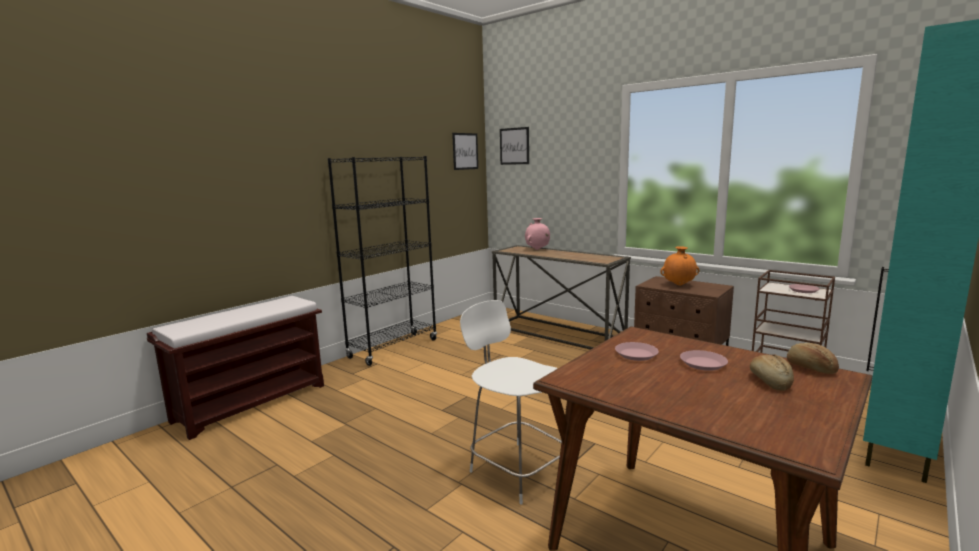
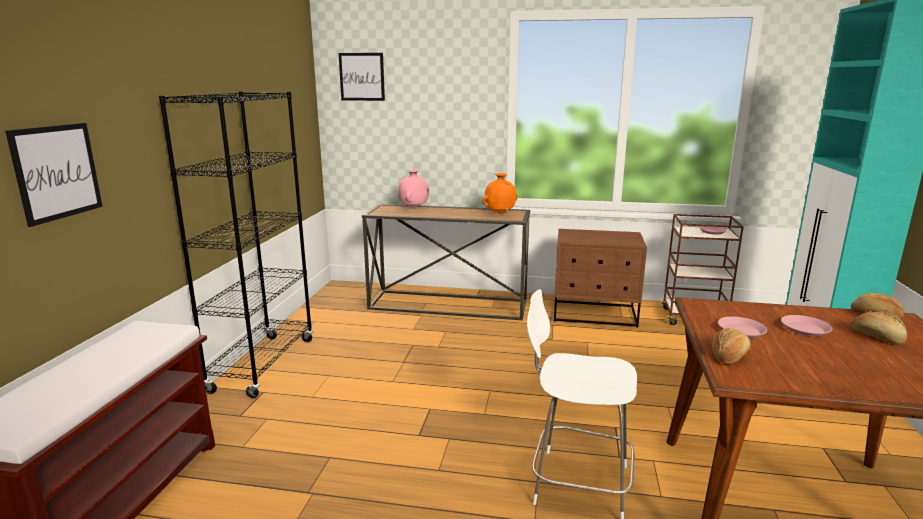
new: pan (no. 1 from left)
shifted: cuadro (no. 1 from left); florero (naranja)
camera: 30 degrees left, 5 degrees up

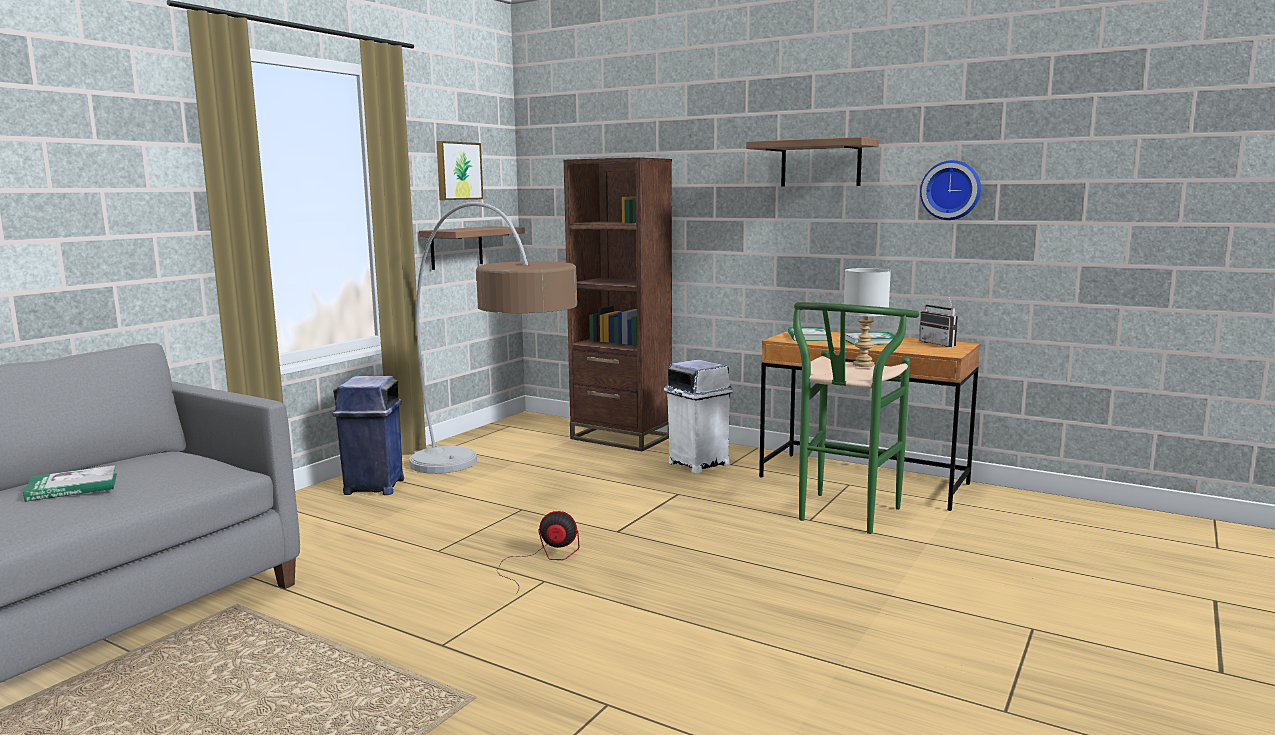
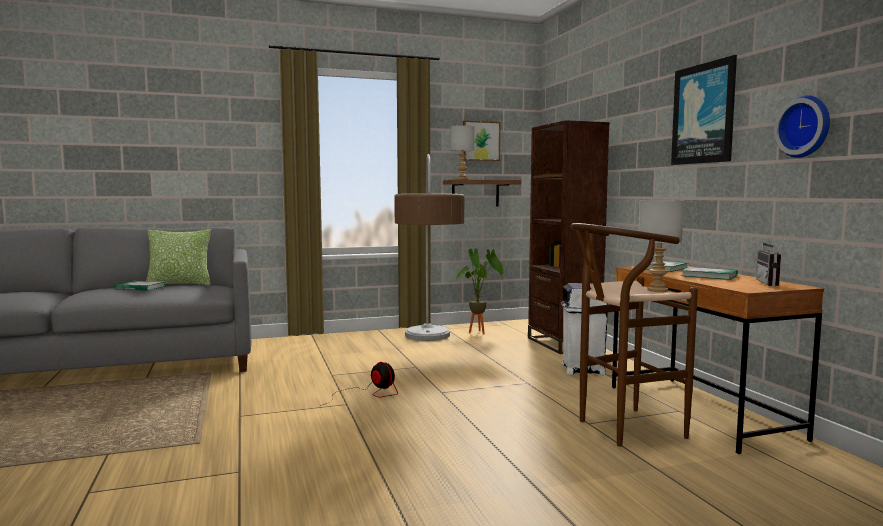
gone: papelera (azul)
new: cojín; lámpara de mesa (gris) (no. 1 from left); planta en maceta
swapped: estante (no. 2 from left) to cuadro (no. 2 from left)
repainted: taburete (verde) to taburete (marrón)
camera: 40 degrees right, 5 degrees down

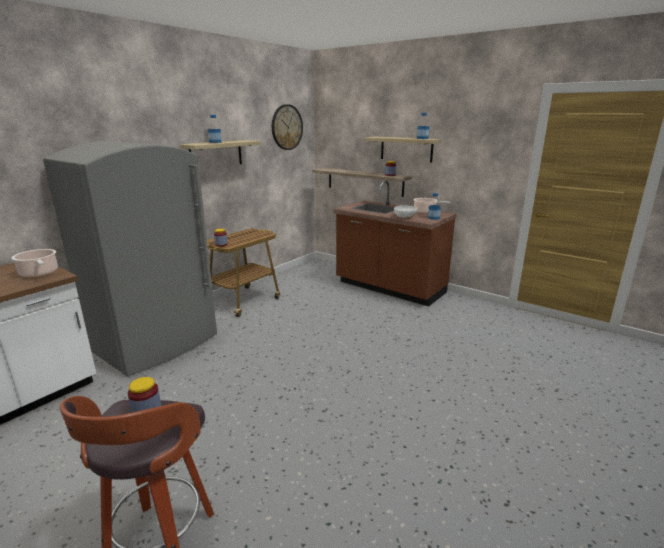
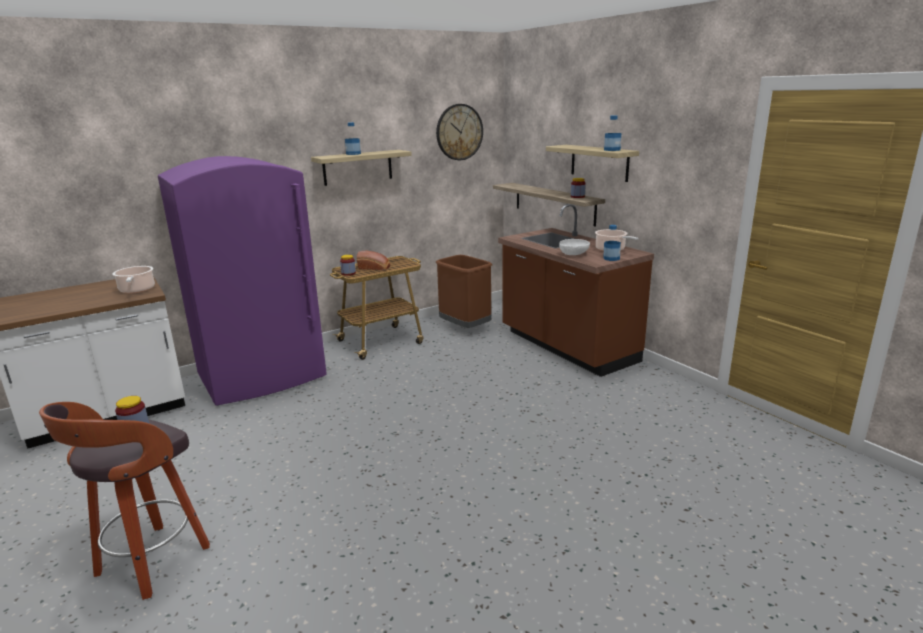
new: pan; papelera (marrón)
repainted: nevera (gris) to nevera (morado)
camera: 20 degrees right, 0 degrees up

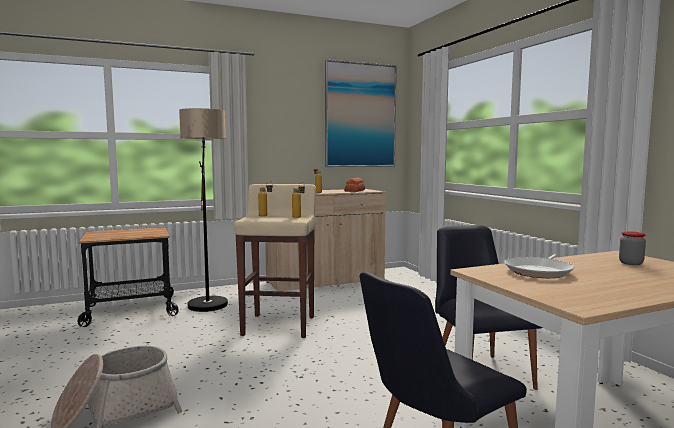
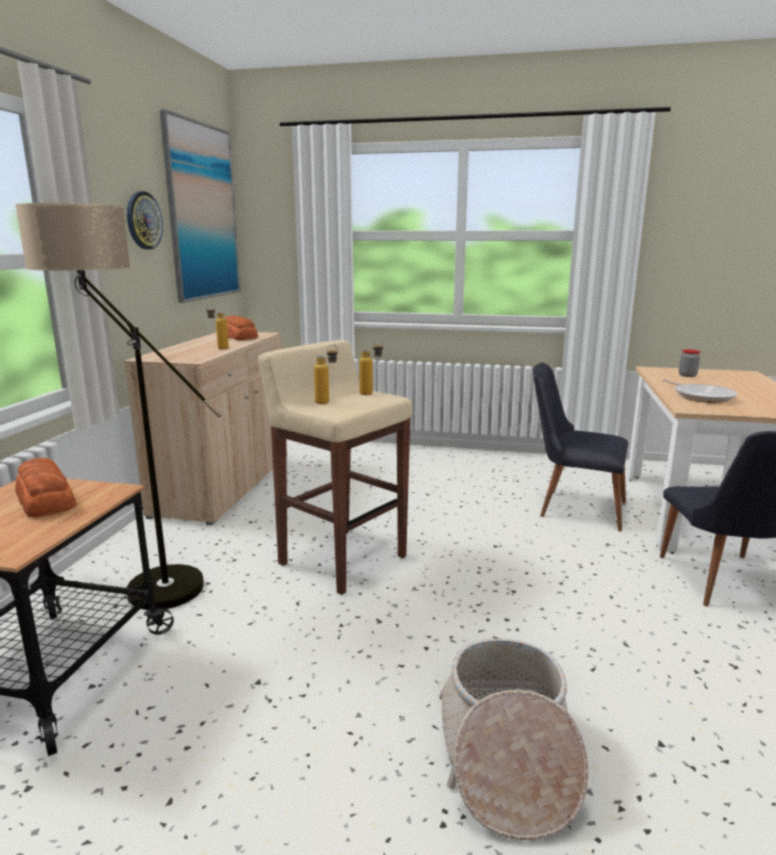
new: pan (no. 1 from left); reloj de pared
camera: 55 degrees left, 10 degrees up

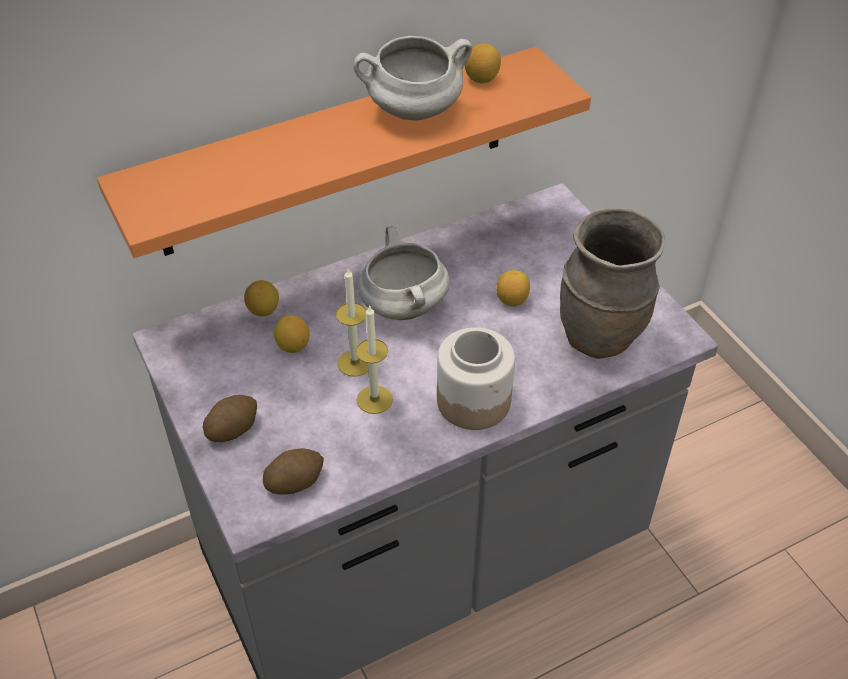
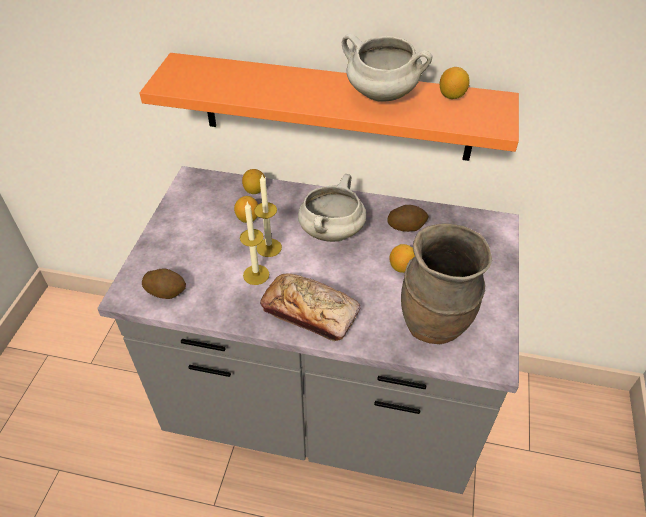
shifted: patata (no. 1 from left in the first image) to patata (no. 2 from left)
swapped: tarro to pan
camera: 40 degrees right, 0 degrees up

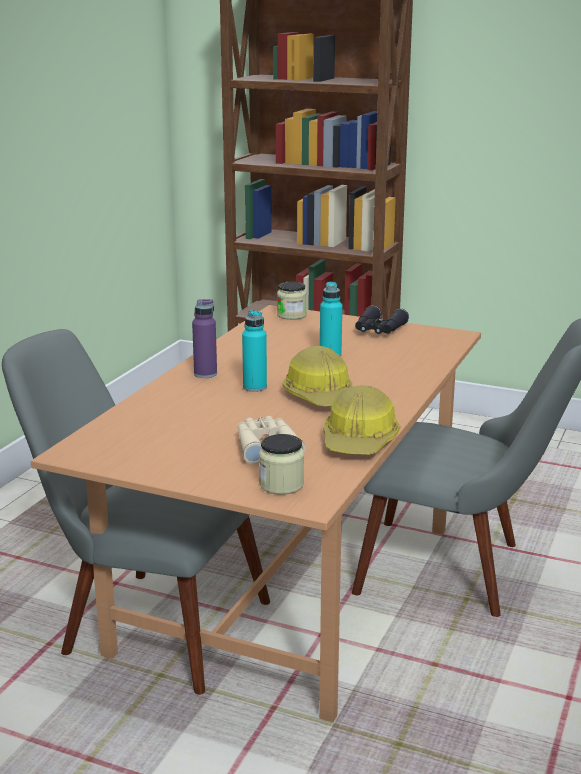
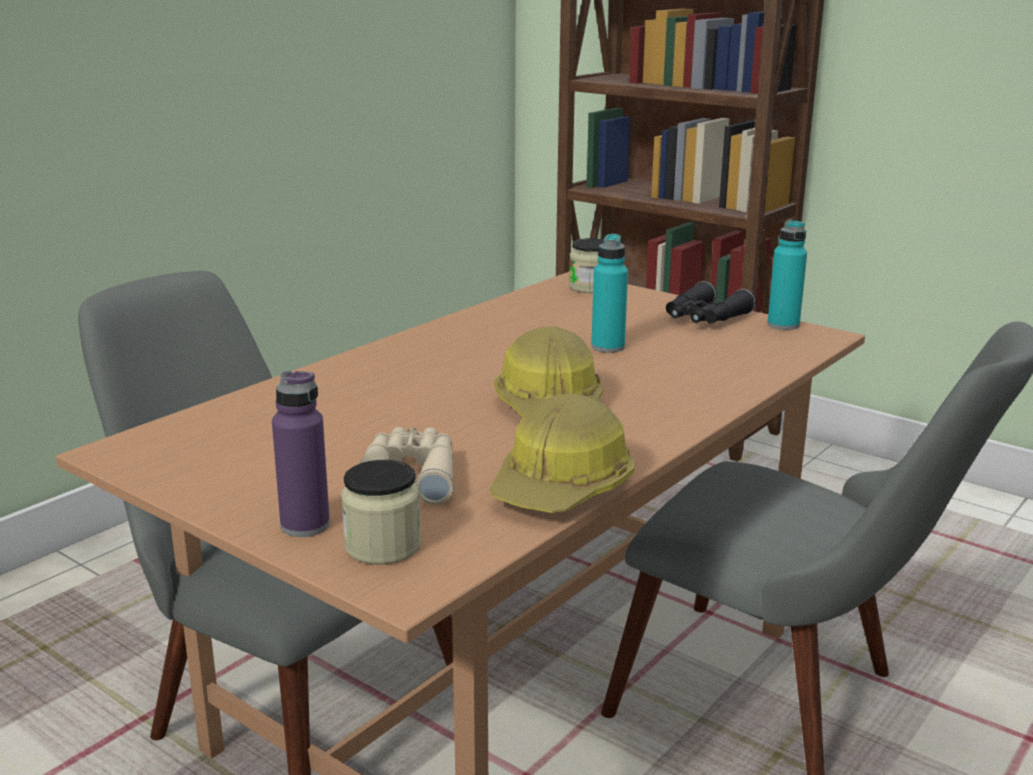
shifted: botella (morado); botella (turquesa) (no. 1 from left in the first image) to botella (turquesa) (no. 2 from left)
camera: 15 degrees right, 0 degrees up

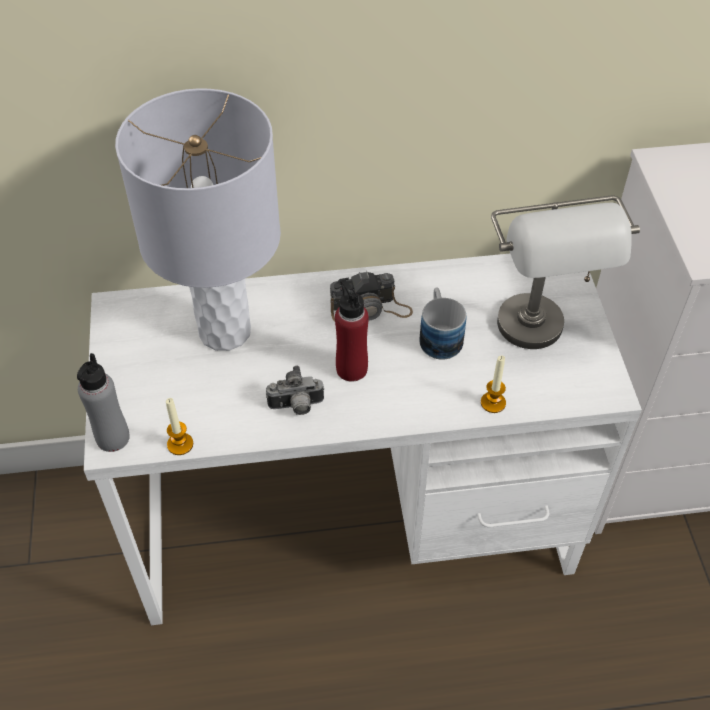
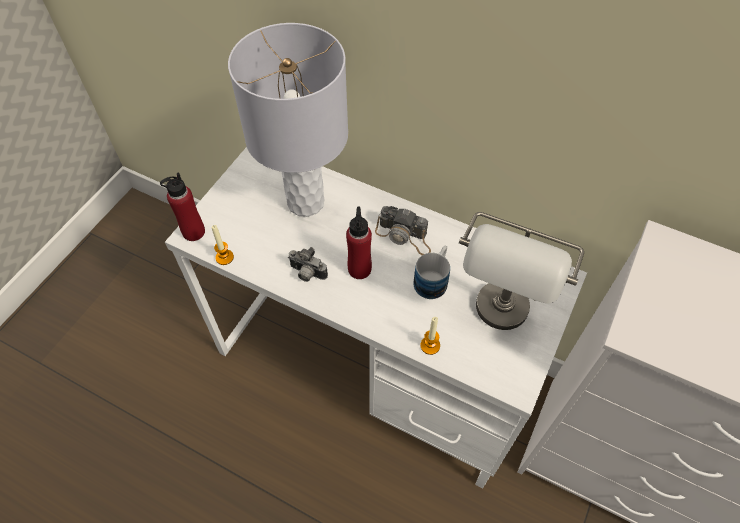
repainted: botella (gris) to botella (rojo) (no. 1 from left)
camera: 35 degrees right, 5 degrees up

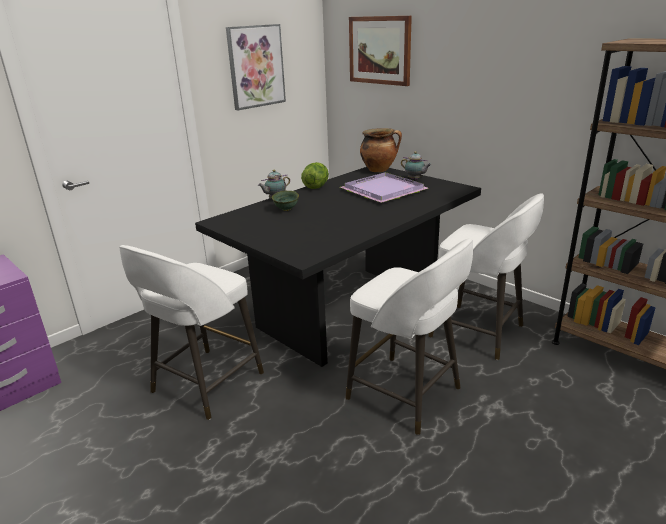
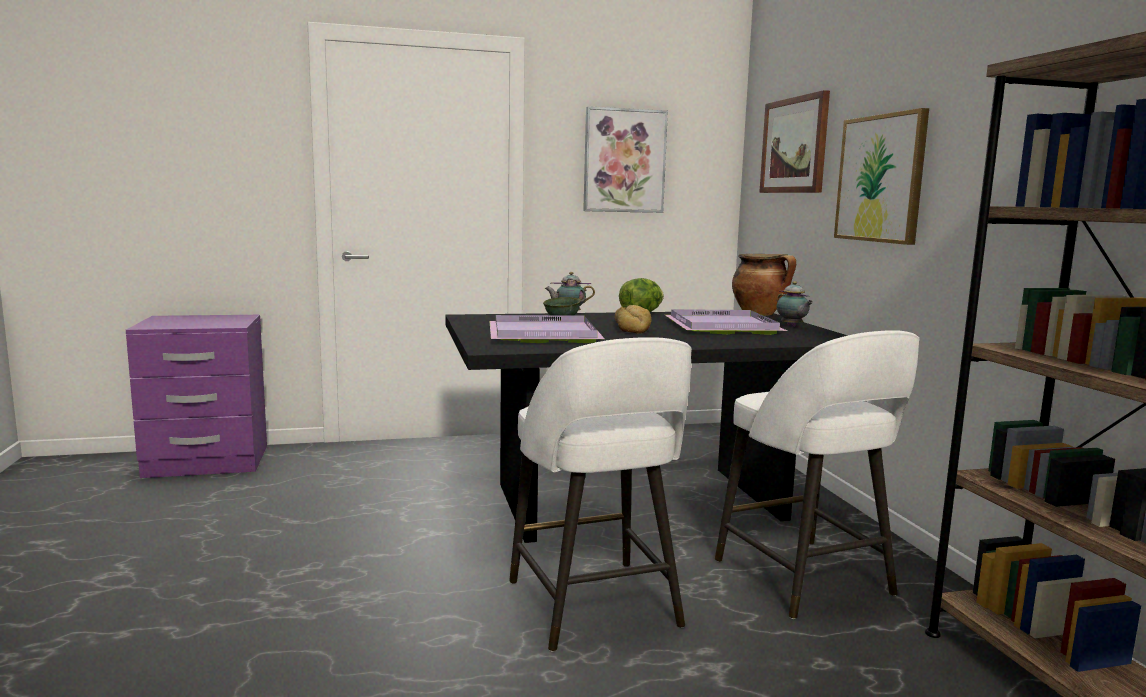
gone: taburete (blanco) (no. 1 from left)
new: bandeja (morado) (no. 1 from left); pan; cuadro (no. 3 from left)
camera: 30 degrees right, 15 degrees down

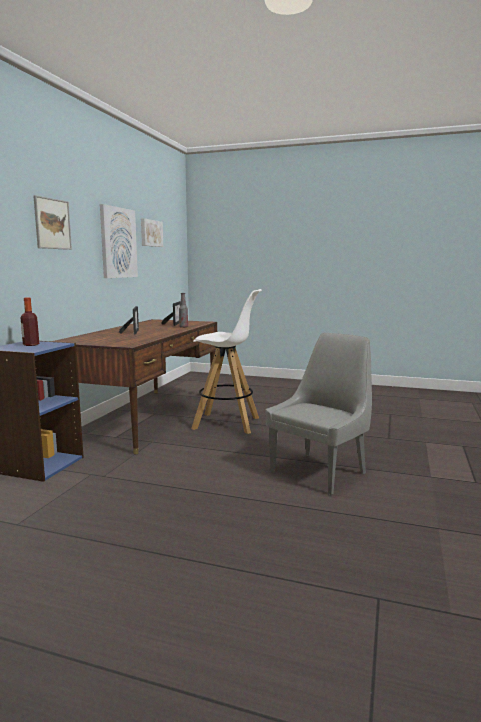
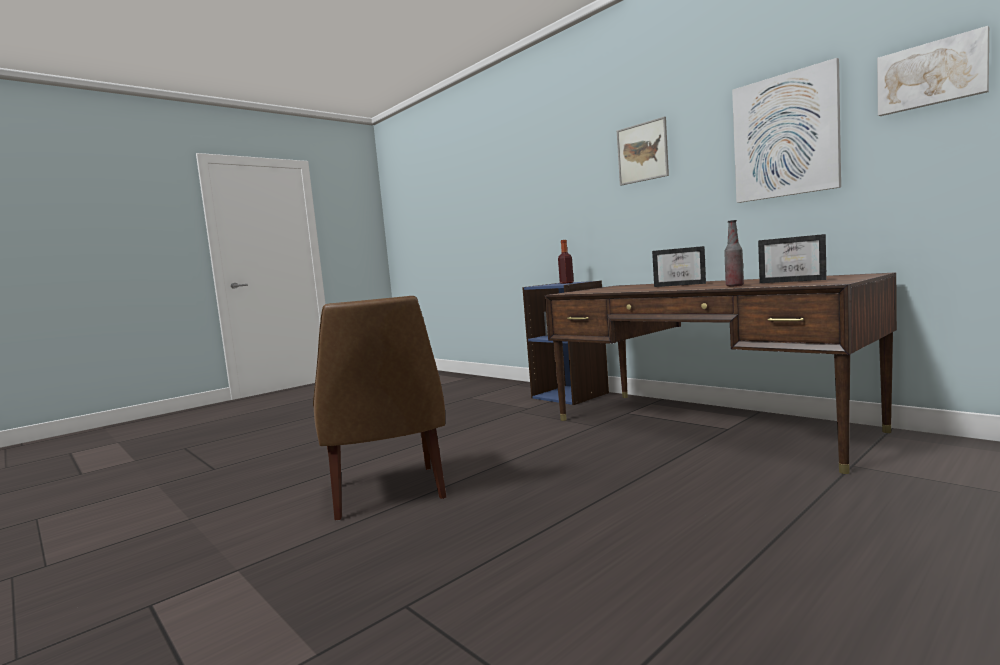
gone: taburete (blanco)
repainted: silla (gris) to silla (marrón)
camera: 120 degrees right, 5 degrees down

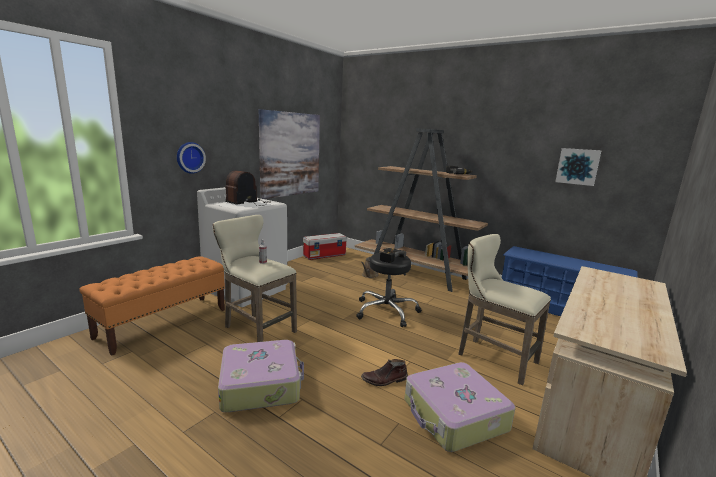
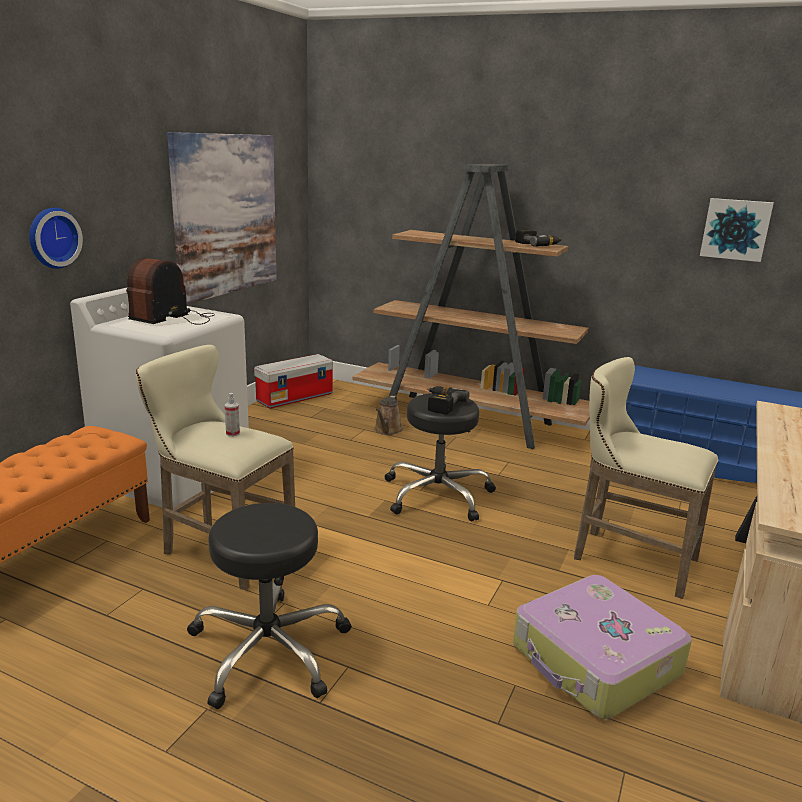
gone: bota (marrón)
swapped: maleta (no. 1 from left) to taburete (negro) (no. 1 from left)
camera: 10 degrees left, 5 degrees up

